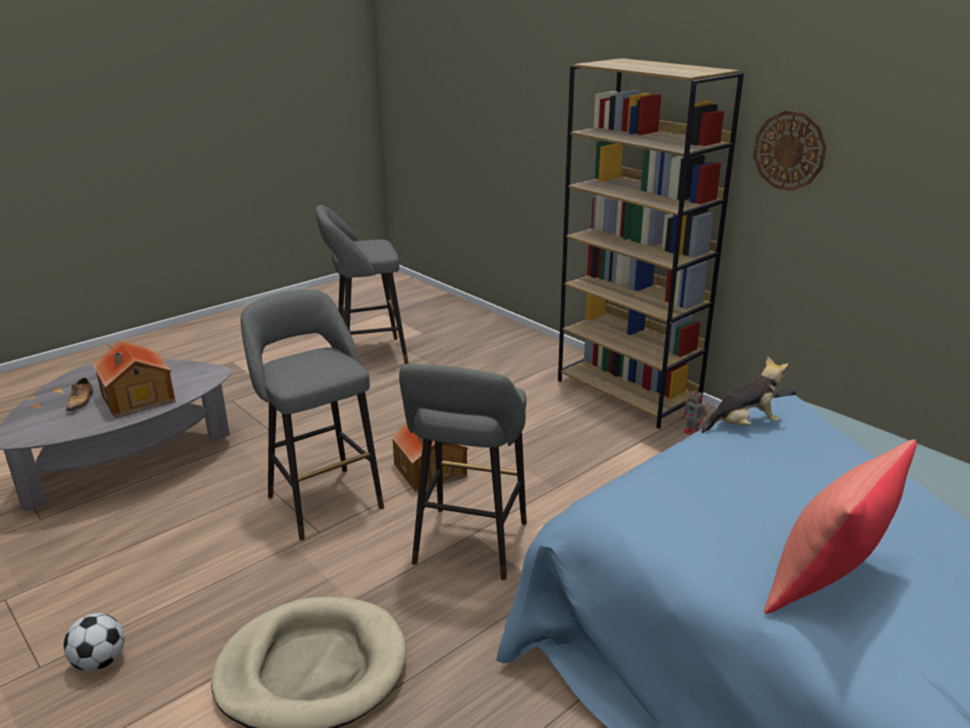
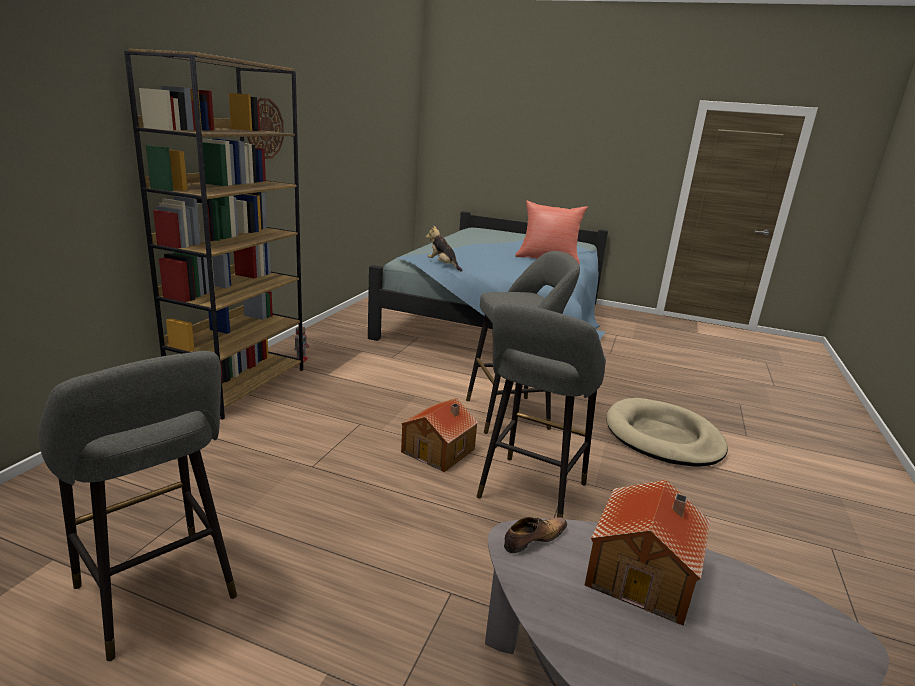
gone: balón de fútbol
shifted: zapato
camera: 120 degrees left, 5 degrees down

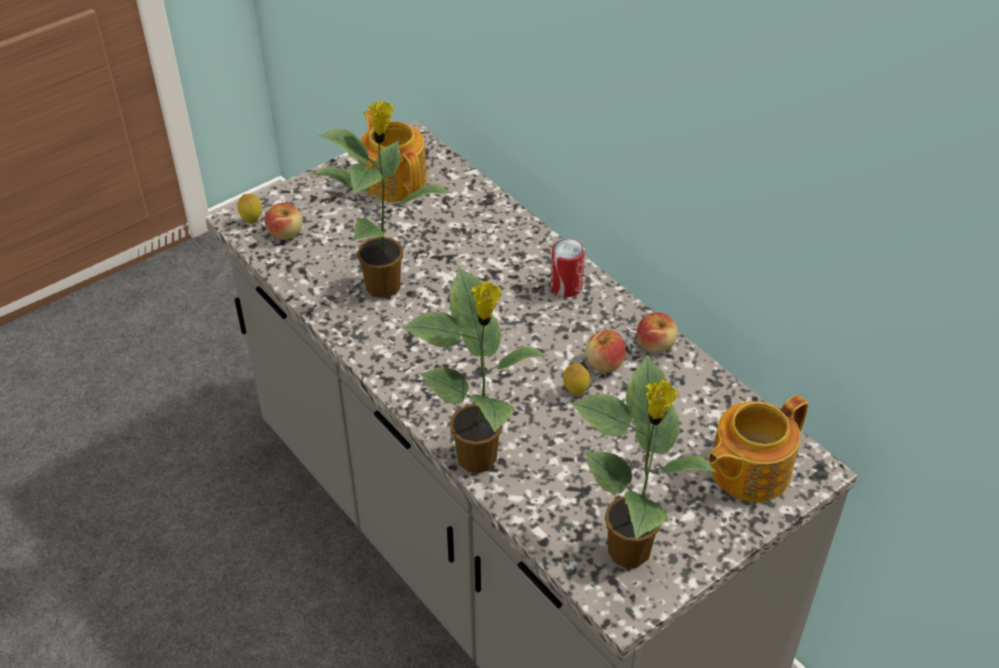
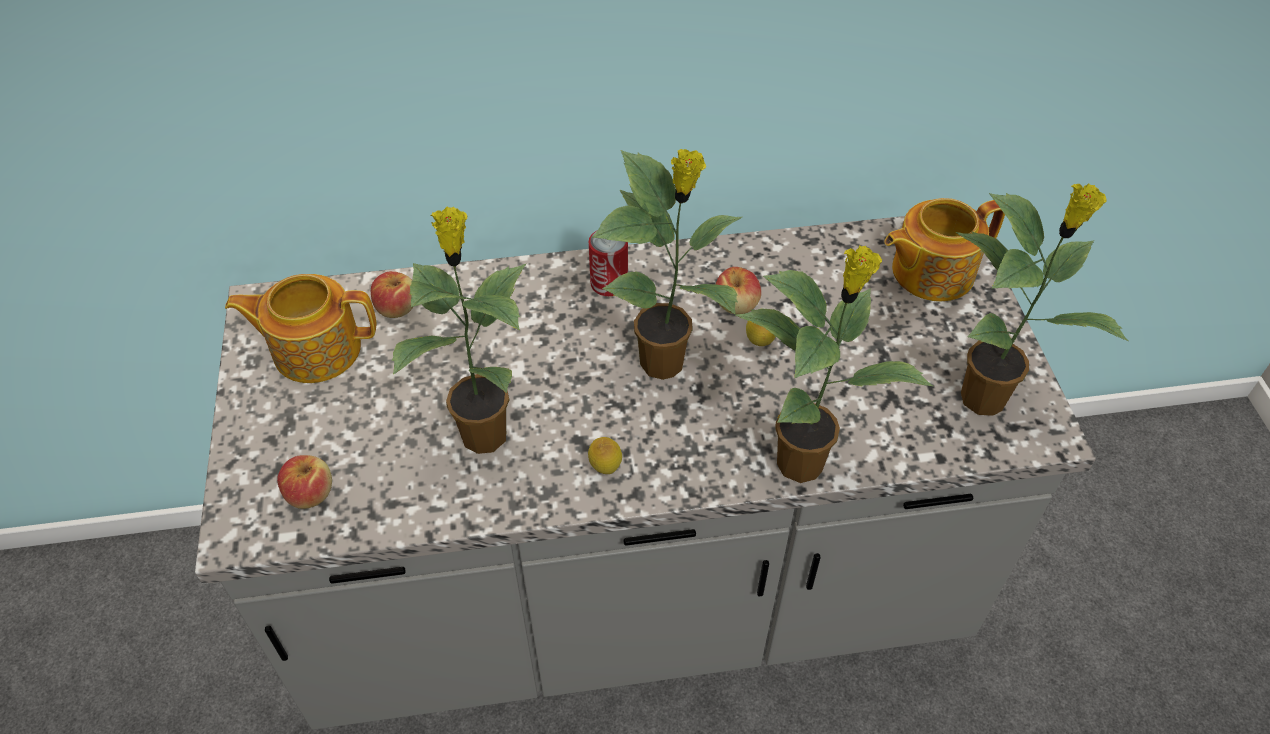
new: planta en maceta (no. 2 from left)
shifted: manzana (no. 3 from left in the first image) to manzana (no. 2 from left); limón (no. 1 from left)
rotated: tetera (no. 2 from left) 75 degrees clockwise
camera: 60 degrees left, 5 degrees up

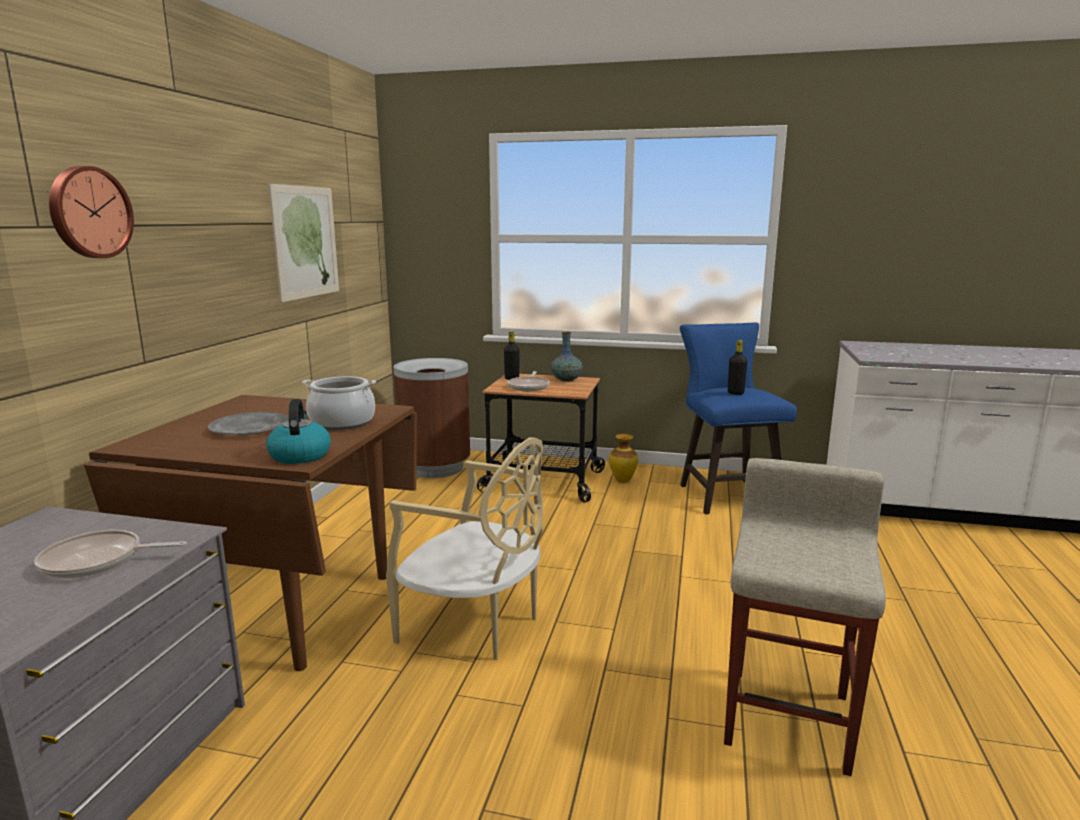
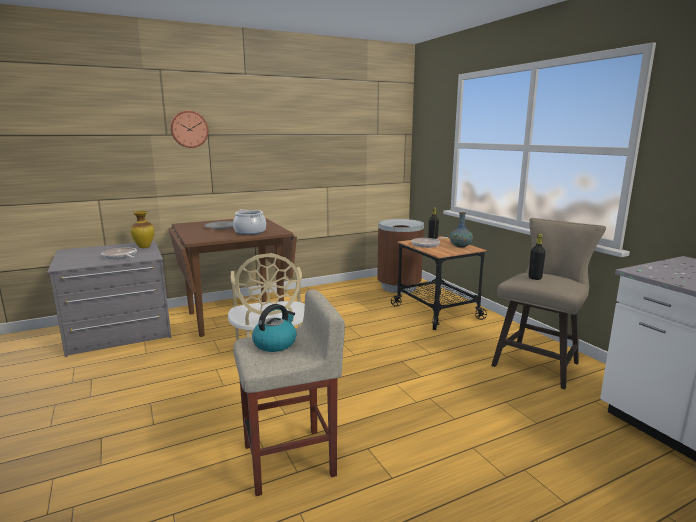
gone: cuadro
shifted: florero (no. 2 from left in the first image) to florero (no. 1 from left); hervidor
repainted: taburete (azul) to taburete (beis) (no. 2 from left)
camera: 50 degrees right, 0 degrees up

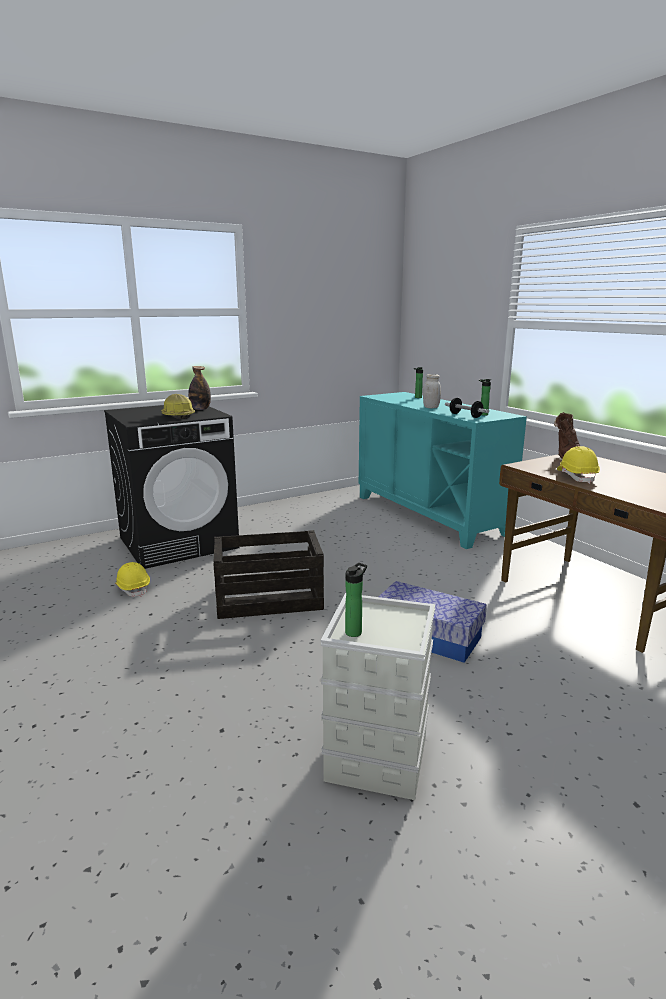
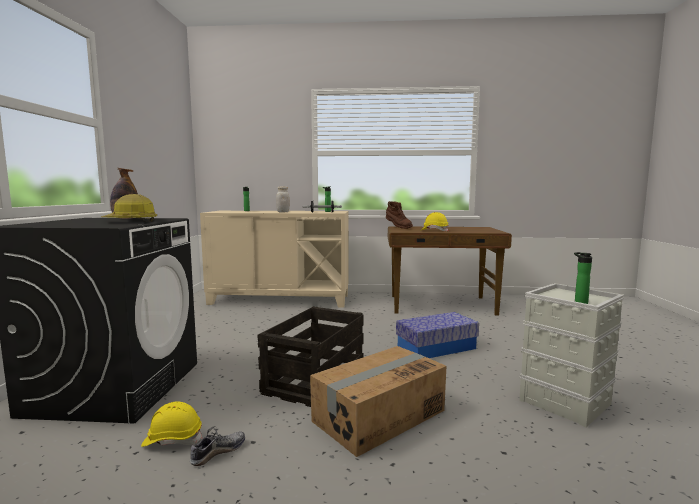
new: zapato; caja de cartón
repainted: armario (turquesa) to armario (beis)
camera: 55 degrees left, 10 degrees down

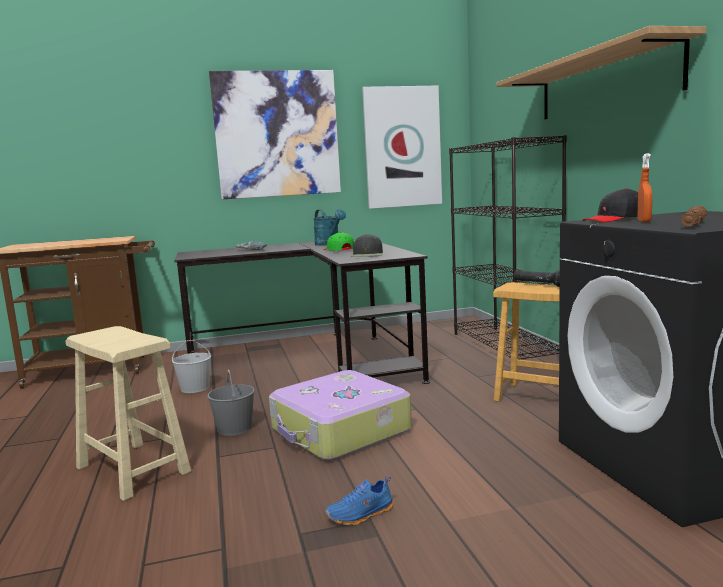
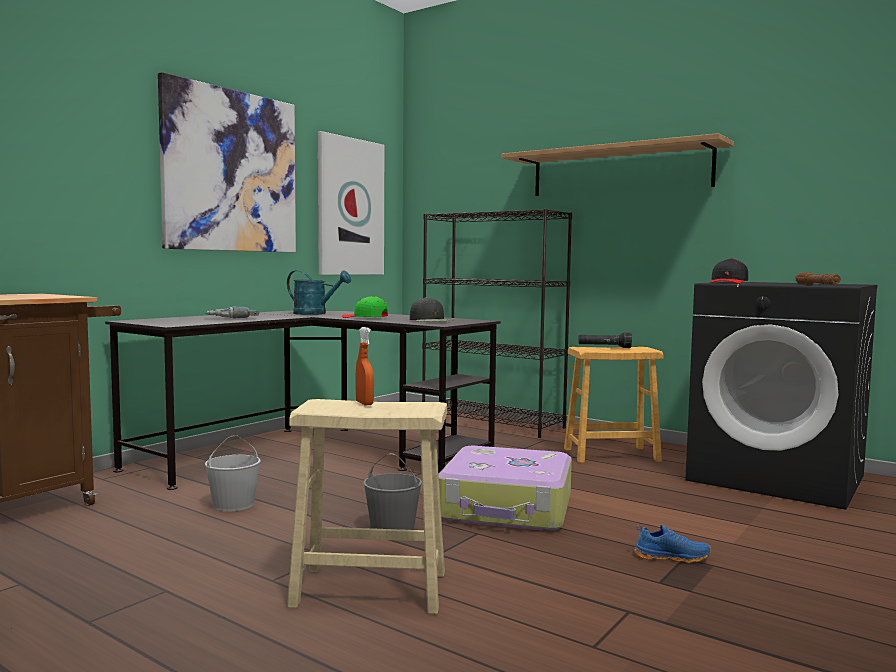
shifted: pulverizador (naranja)
rotated: zapato (azul) 105 degrees counterclockwise
camera: 40 degrees left, 5 degrees down

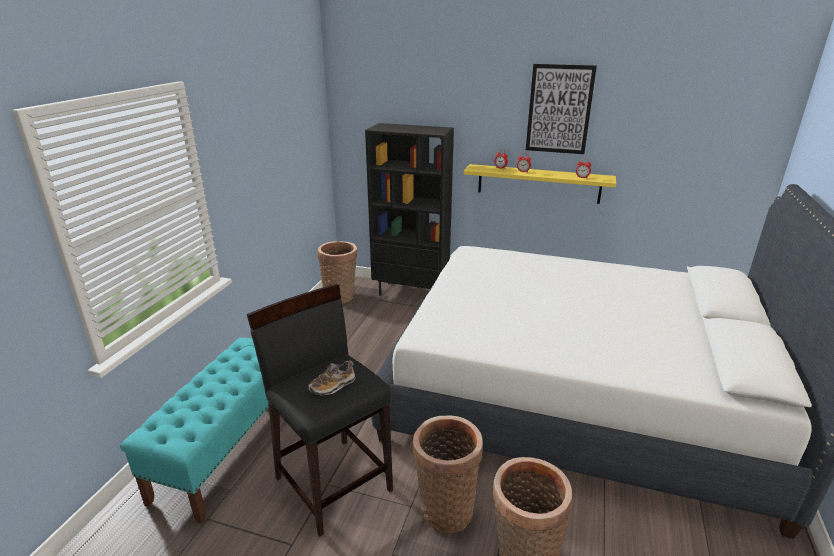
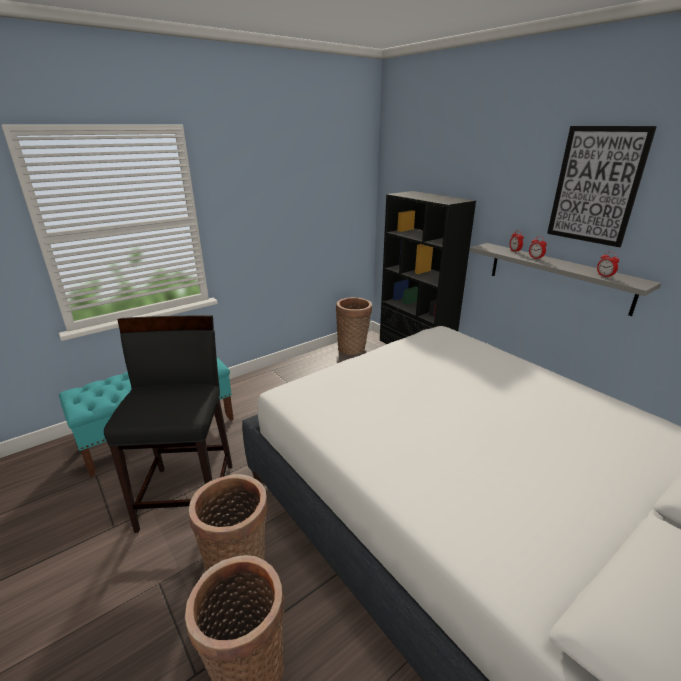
gone: zapato
repainted: estante (amarillo) to estante (gris)
camera: 35 degrees right, 0 degrees up

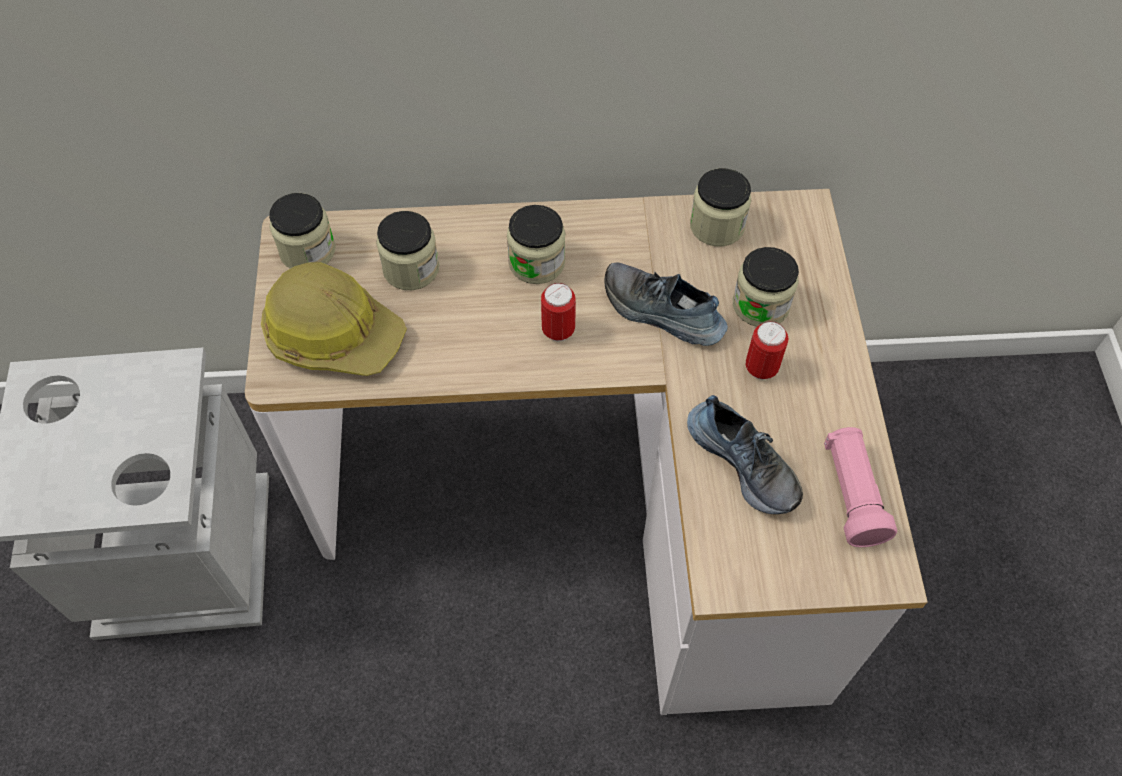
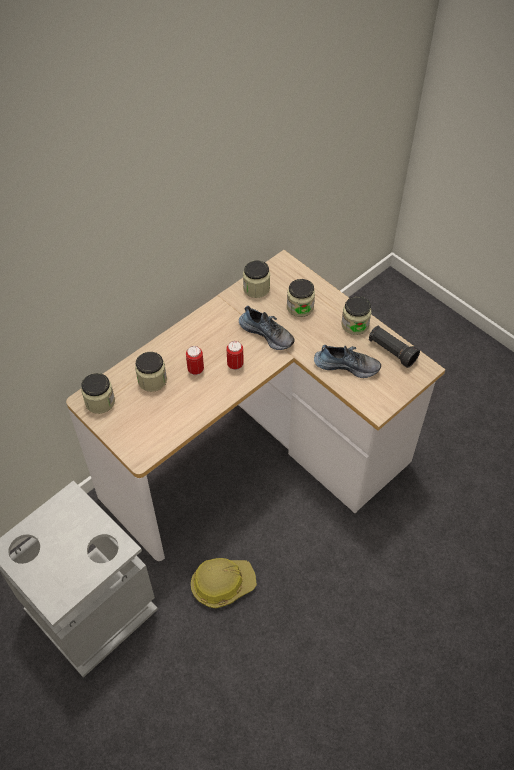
shifted: lata (no. 2 from left in the first image) to lata (no. 1 from left); casco; tarro (no. 3 from left in the first image) to tarro (no. 5 from left)
repainted: linterna (rosa) to linterna (negro)
rotated: zapato (no. 1 from left) 135 degrees counterclockwise
camera: 40 degrees left, 5 degrees down

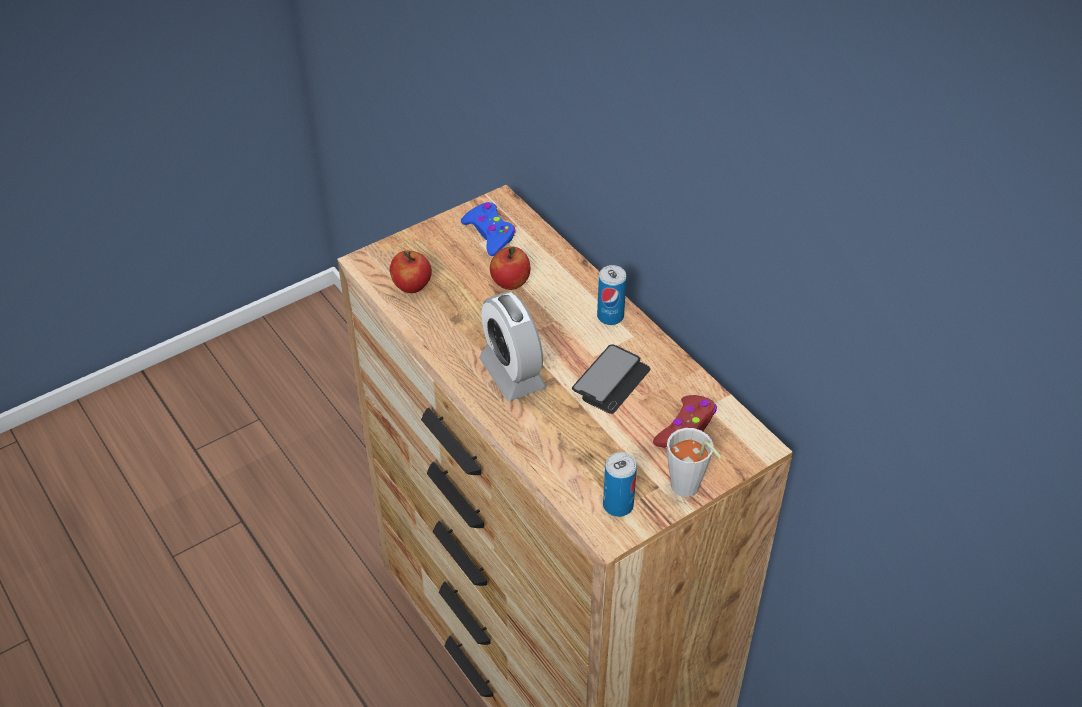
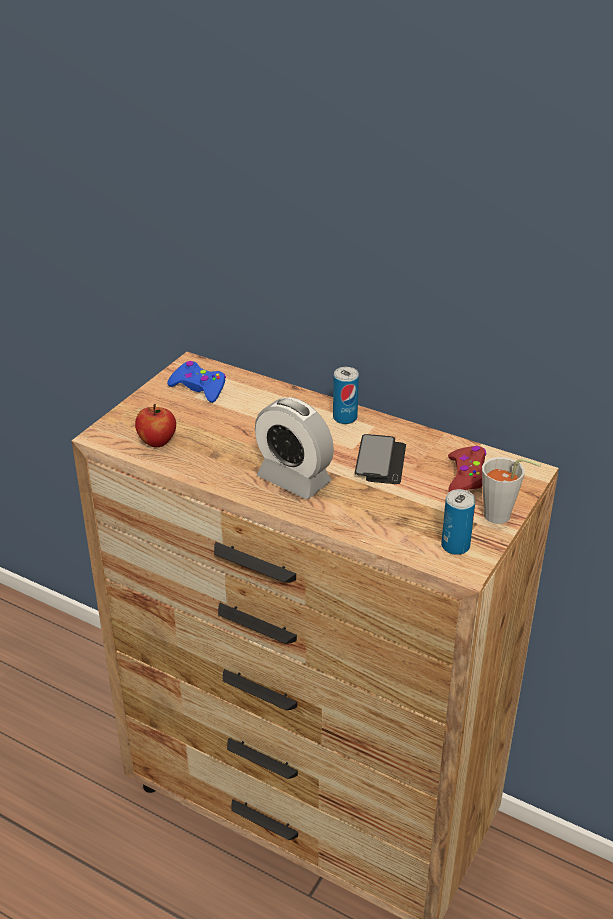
gone: manzana (no. 2 from left)
camera: 25 degrees left, 10 degrees down

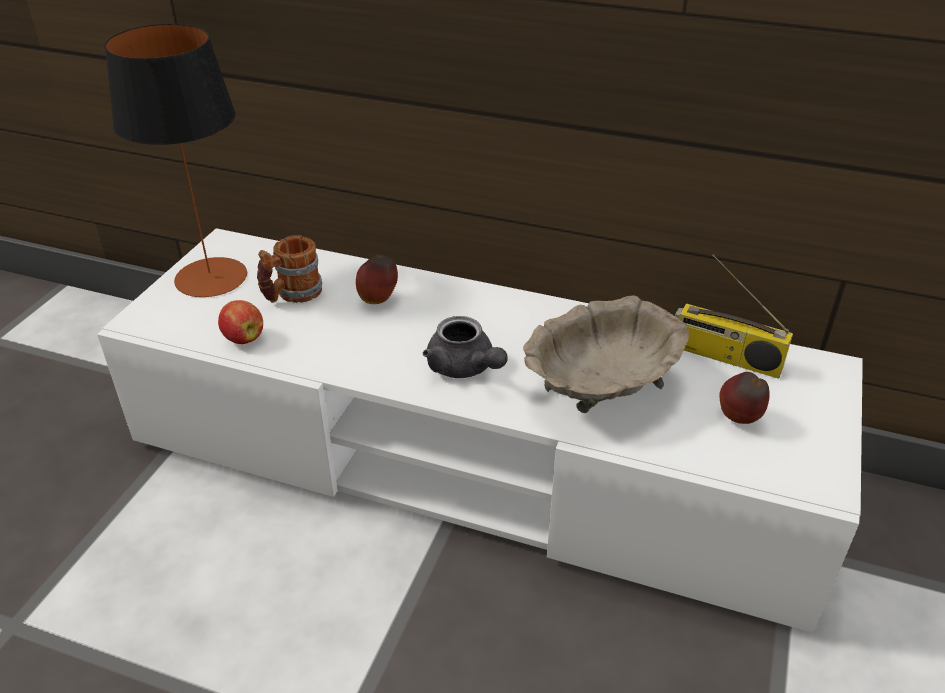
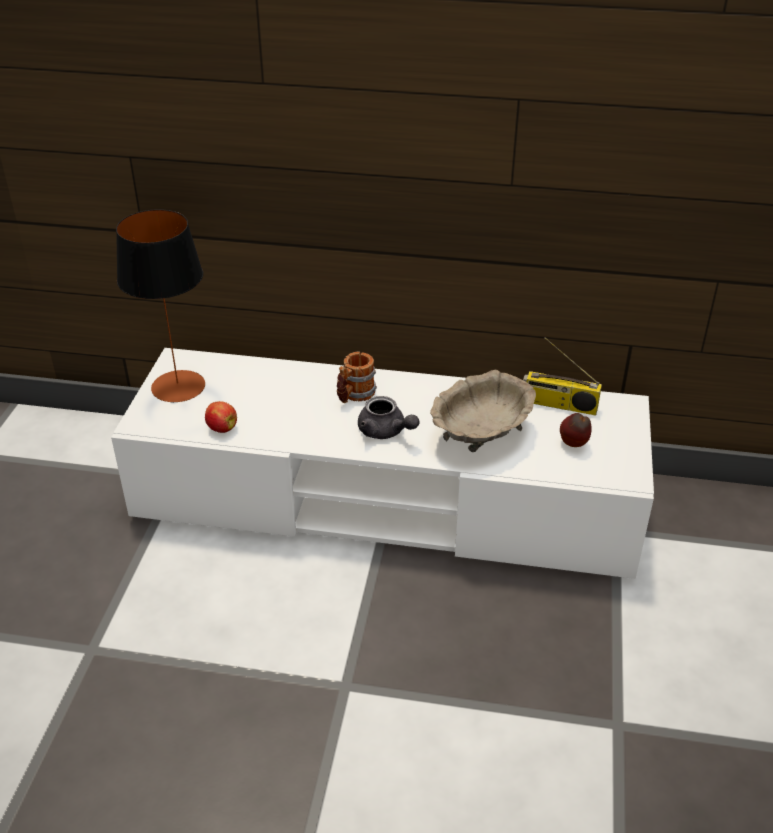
gone: manzana (no. 2 from left)
shifted: taza grande
camera: 10 degrees left, 0 degrees up

